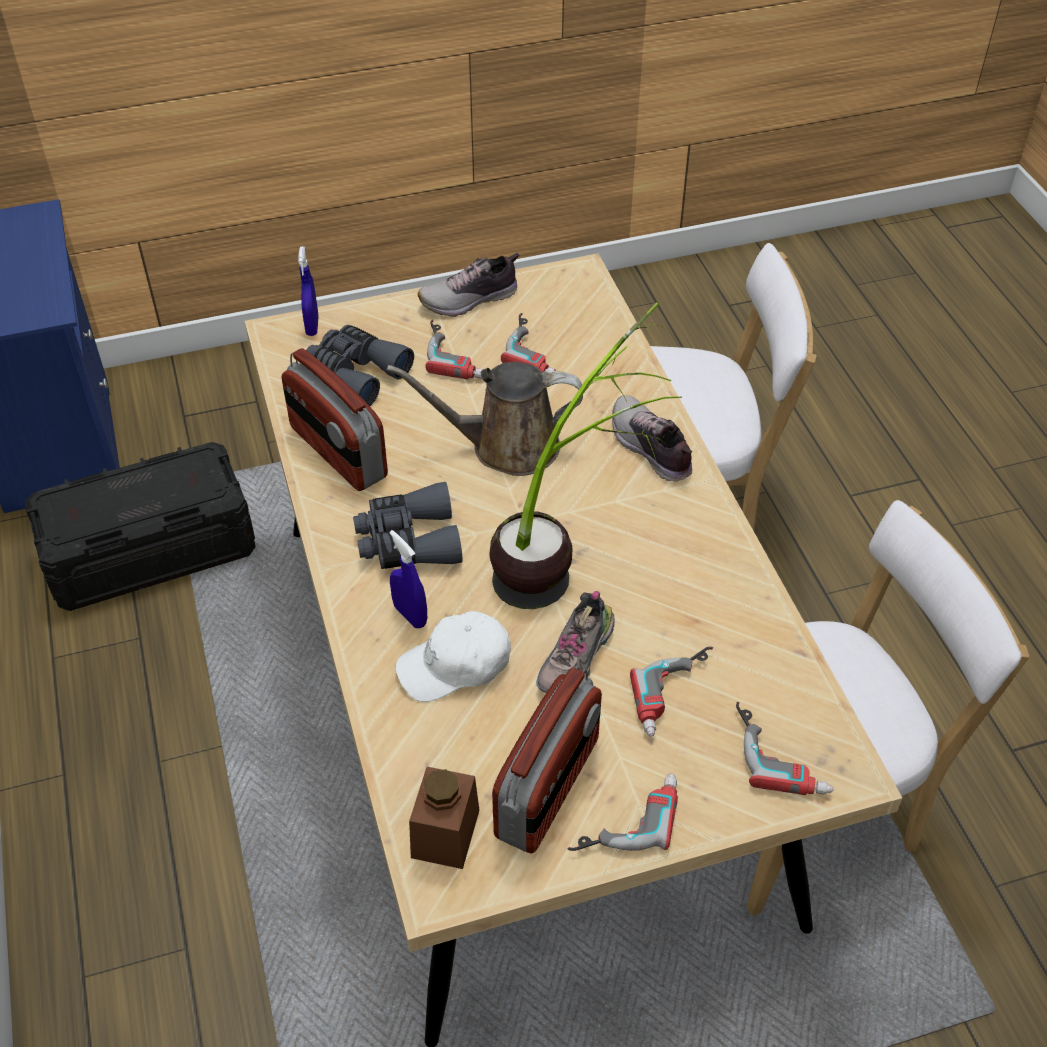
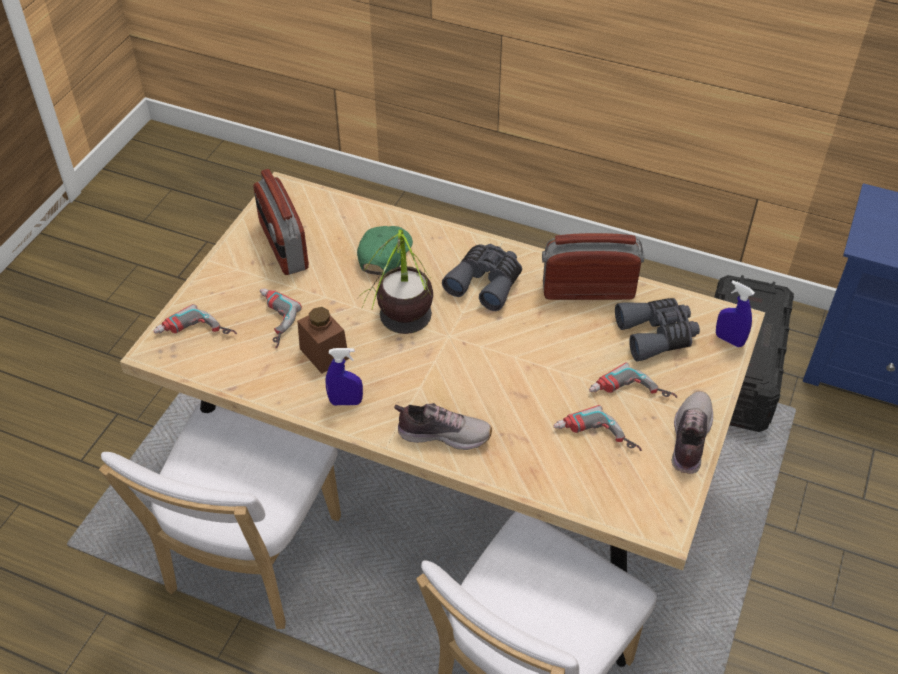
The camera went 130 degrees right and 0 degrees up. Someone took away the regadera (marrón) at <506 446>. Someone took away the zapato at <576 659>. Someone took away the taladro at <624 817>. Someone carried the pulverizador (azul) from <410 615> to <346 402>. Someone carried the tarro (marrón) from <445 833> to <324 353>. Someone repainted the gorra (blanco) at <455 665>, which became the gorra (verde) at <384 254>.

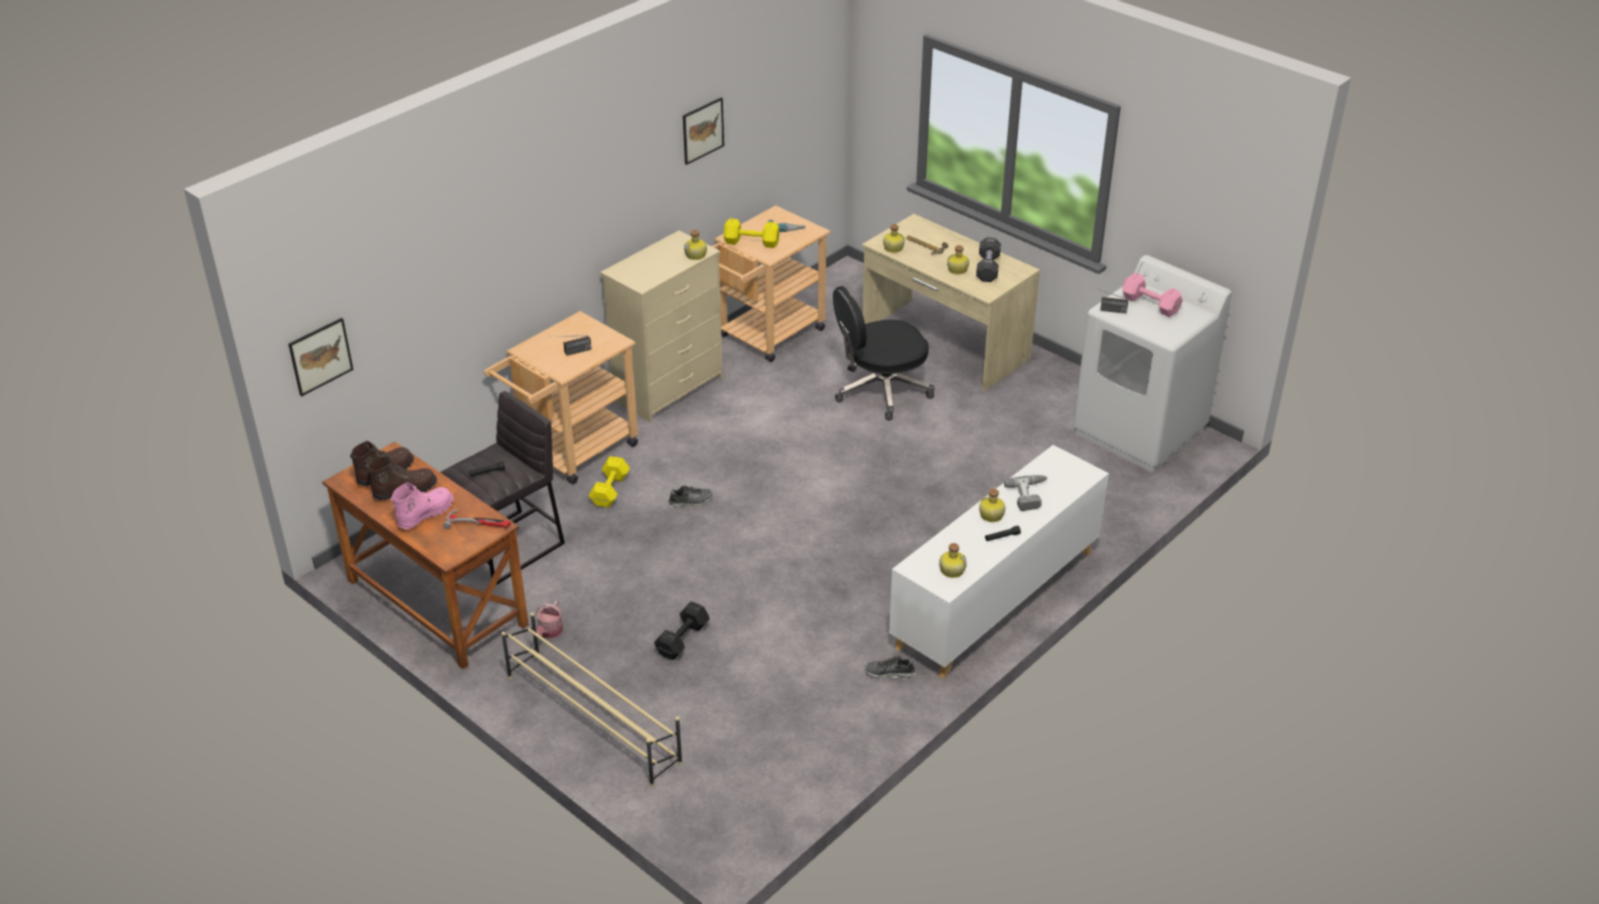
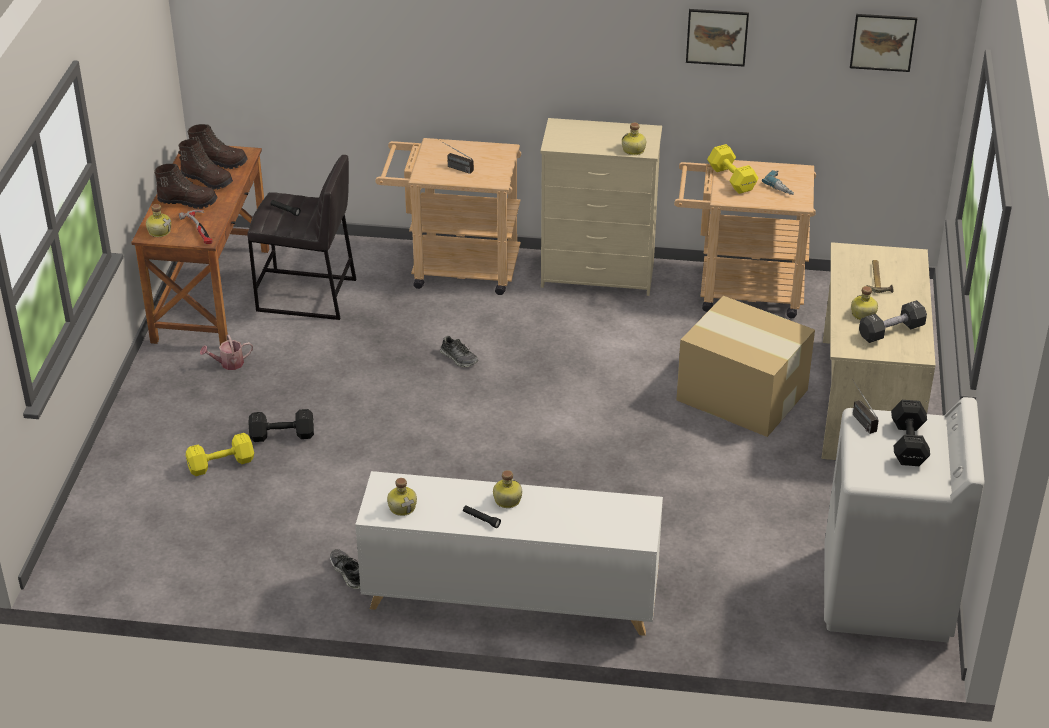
The camera went 55 degrees right and 0 degrees up. Someone took away the zapatero (beis) at <592 718>. Someone took away the taladro at <1030 495>. Someone carried the cuadro from <320 356> to <883 42>. Someone carried the mancuerna (amarillo) from <609 491> to <219 464>. Someone carried the botella from <892 248> to <159 231>. Someone swapped the silla de oficina (negro) at <880 391> for the caja de cartón at <741 394>. Someone repainted the bota (rosa) at <425 514>, which became the bota (marrón) at <188 201>. Someone repainted the mancuerna (rosa) at <1151 305>, which became the mancuerna (negro) at <907 445>.

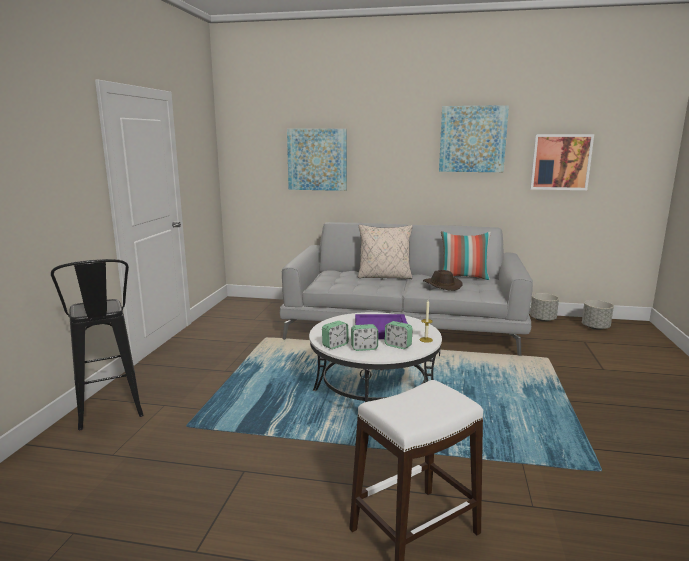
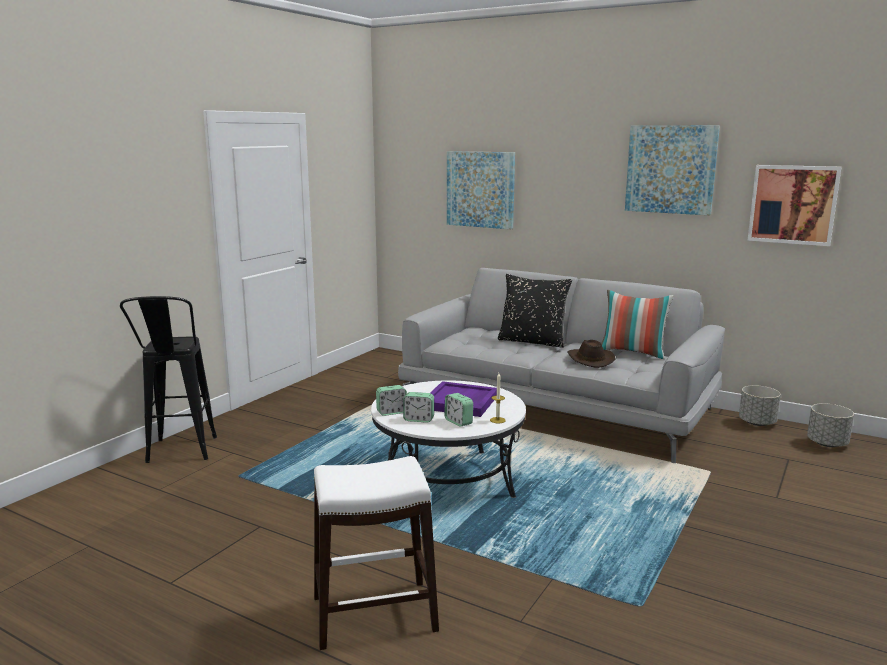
The camera went 20 degrees right and 0 degrees up. Someone repainted the cojín (beis) at <384 277>, which became the cojín (negro) at <532 341>.

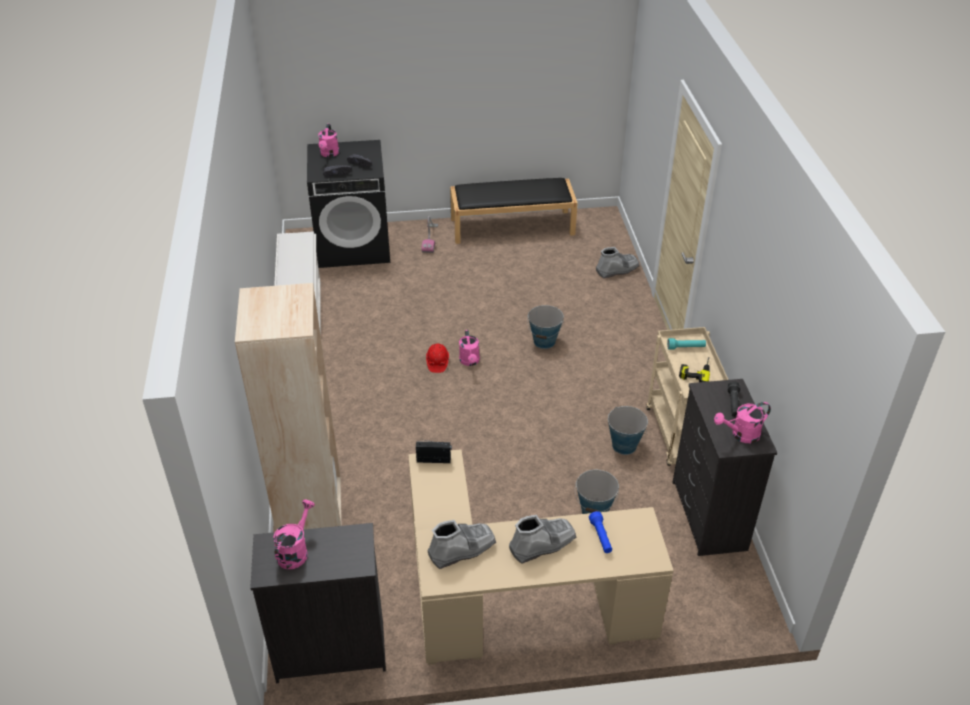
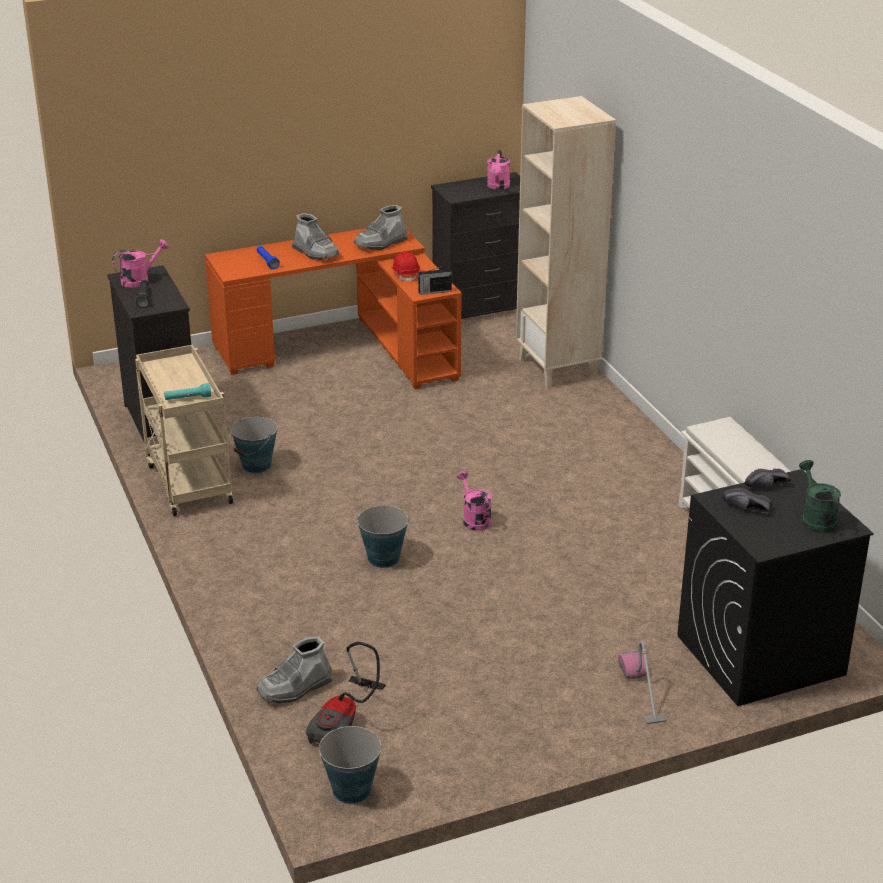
The camera went 165 degrees right and 10 degrees down. Someone took away the banco (negro) at <513 226>. Someone took away the taladro at <695 371>. Someone put down the aspiradora at <346 722>. Someone carried the casco (rojo) from <437 362> to <405 274>. Someone carried the cubo from <594 511> to <351 790>. Someone repainted the regadera (rosa) at <329 154>, which became the regadera (verde) at <815 518>. Someone repainted the escritorio (beis) at <510 603>, which became the escritorio (naranja) at <346 348>. Someone rotated the bota (gris) at <542 544> by 90 degrees counterclockwise.

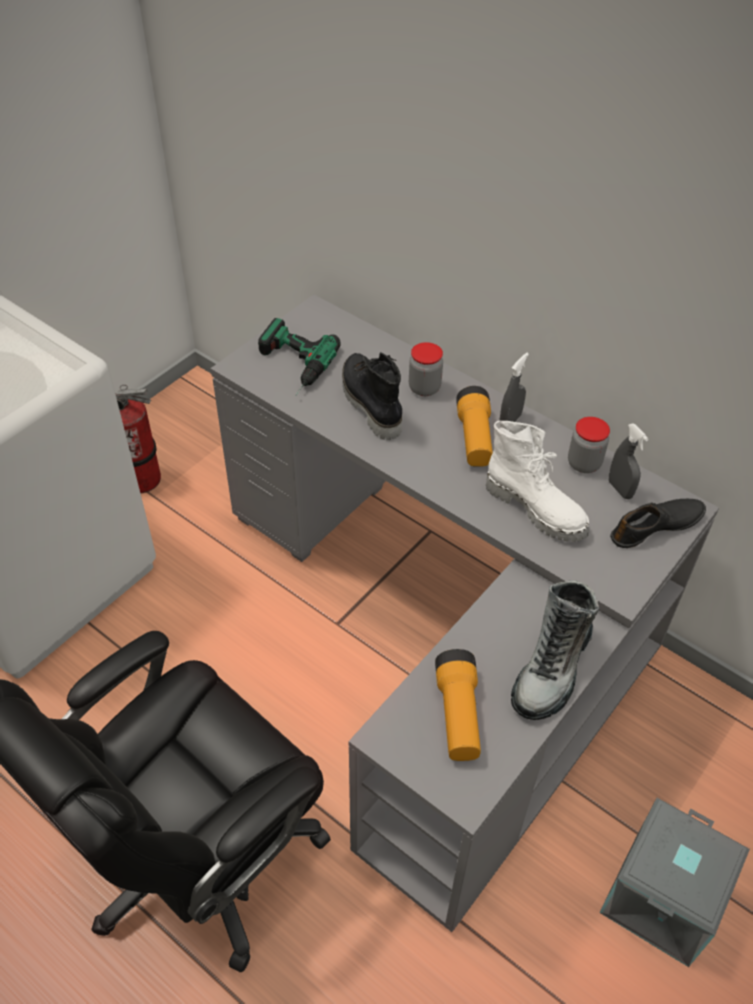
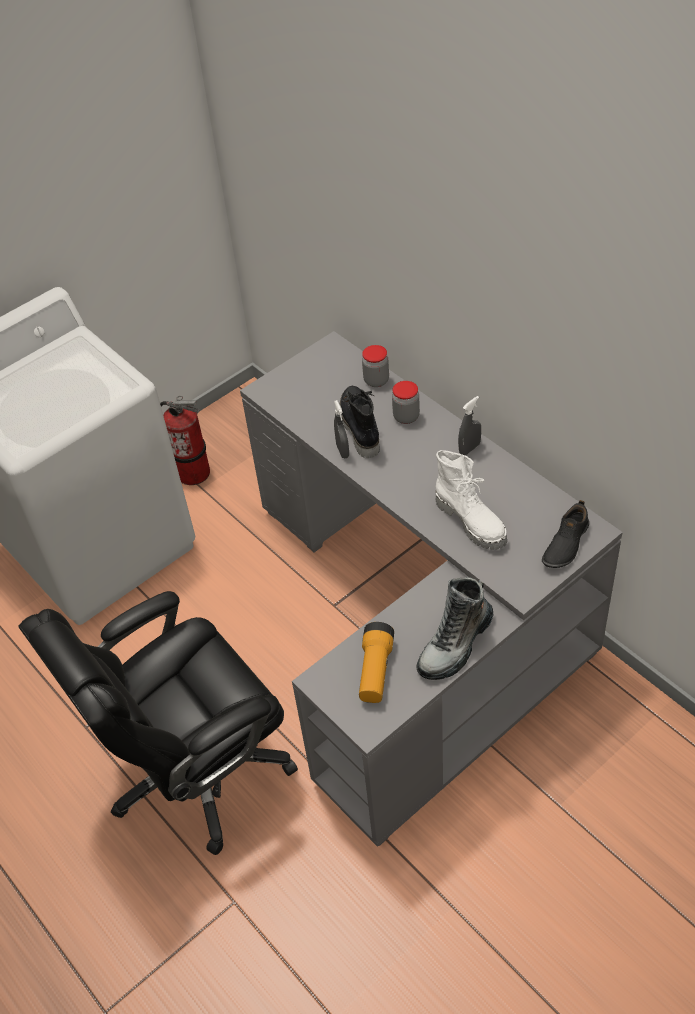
The camera went 15 degrees right and 0 degrees up. Someone took away the taladro at <290 366>. Someone took away the linterna at <474 438>. Someone took away the caja de almacenaje (gris) at <663 900>. Someone carried the tarro from <584 463> to <376 380>. Someone carried the pulverizador (gris) from <620 489> to <342 451>. Someone rotated the zapato (negro) at <656 527> by 135 degrees clockwise.

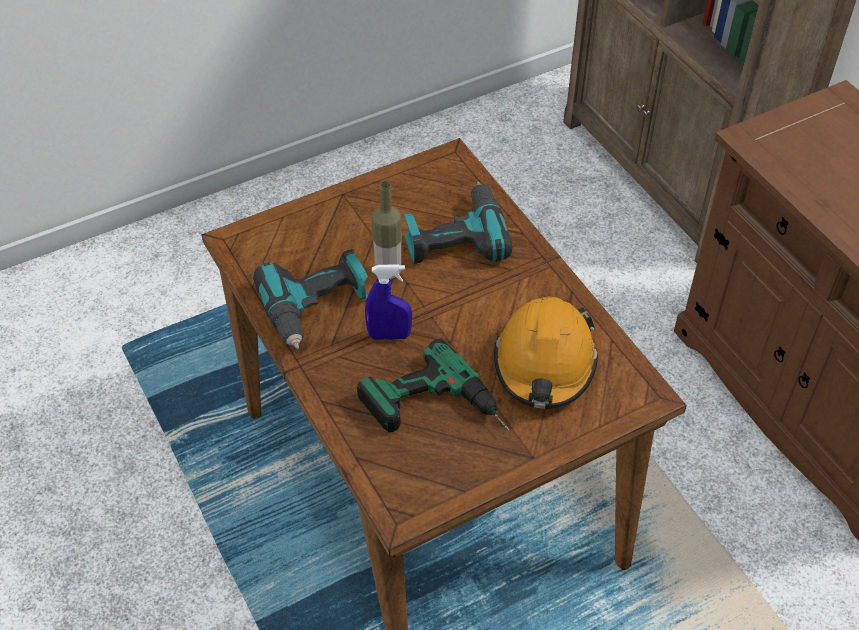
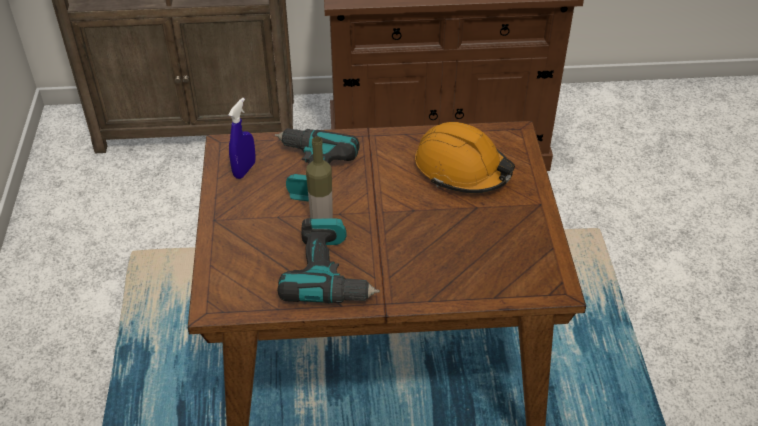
The camera went 65 degrees left and 5 degrees down. Someone took away the taladro at <437 413>. Someone carried the pulverizador (azul) from <389 335> to <244 170>.

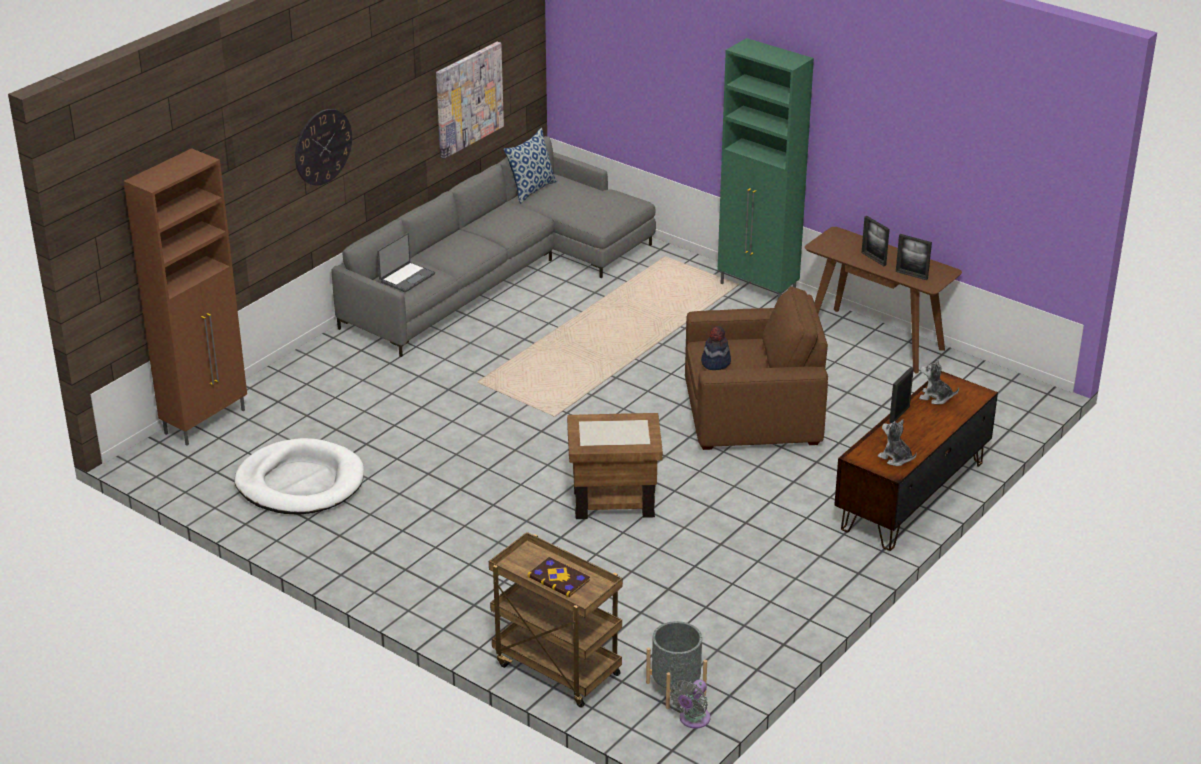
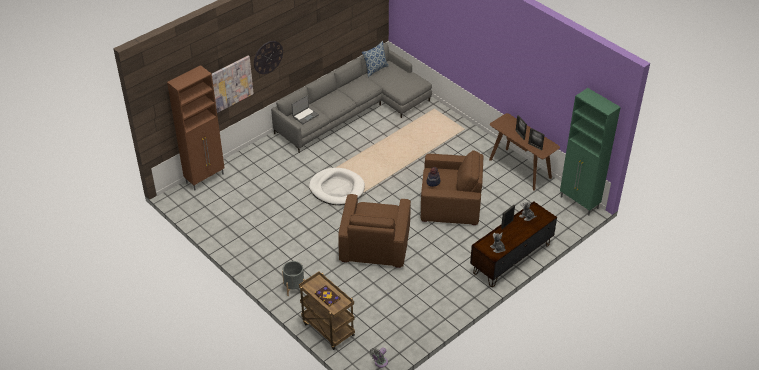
The camera went 10 degrees right and 10 degrees up. Someone carried the cama para perro (blanco) from <300 483> to <337 188>. Someone carried the cuadro from <468 99> to <231 83>. Someone carried the maceta (gris) from <675 688> to <294 287>. Someone carried the armario (verde) from <758 289> to <579 203>. Someone swapped the mesa auxiliar (marrón) at <613 501> for the sillón (marrón) at <375 244>.

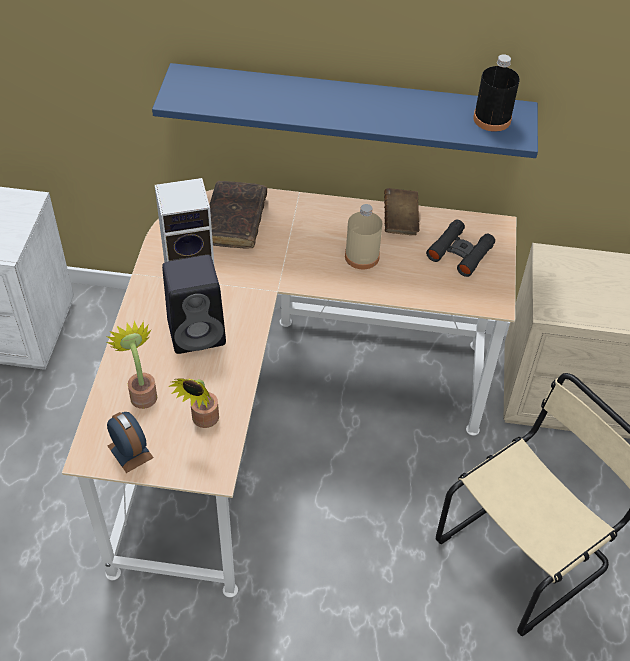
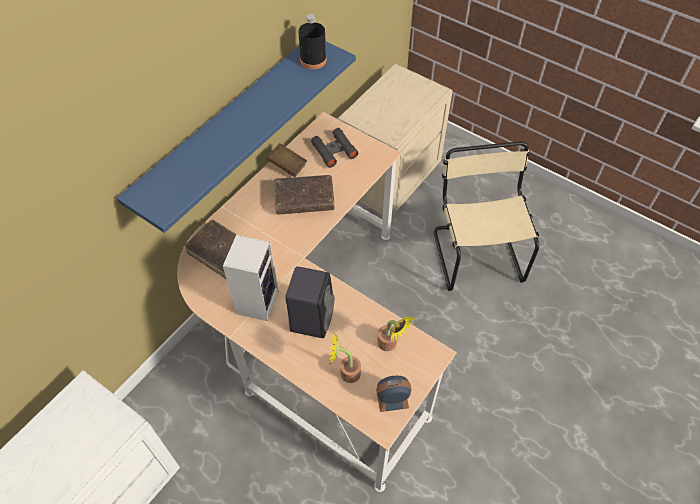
The camera went 60 degrees left and 5 degrees up. Someone swapped the botella (beis) at <362 256> for the libro (marrón) at <304 199>.

